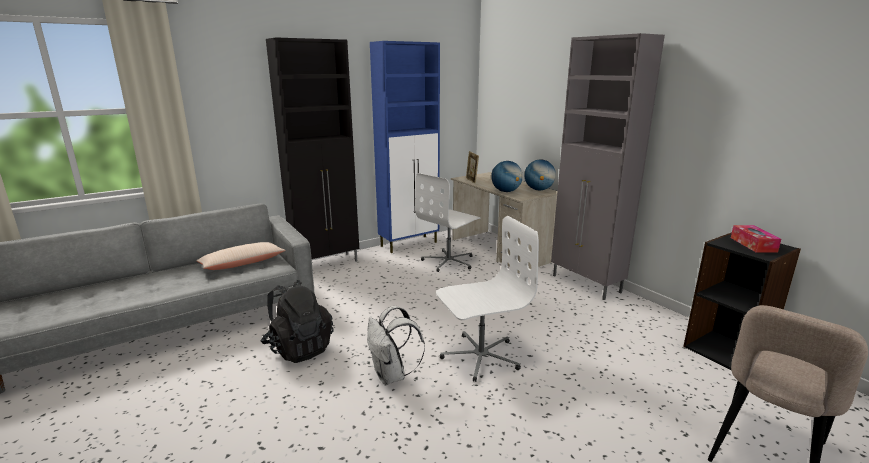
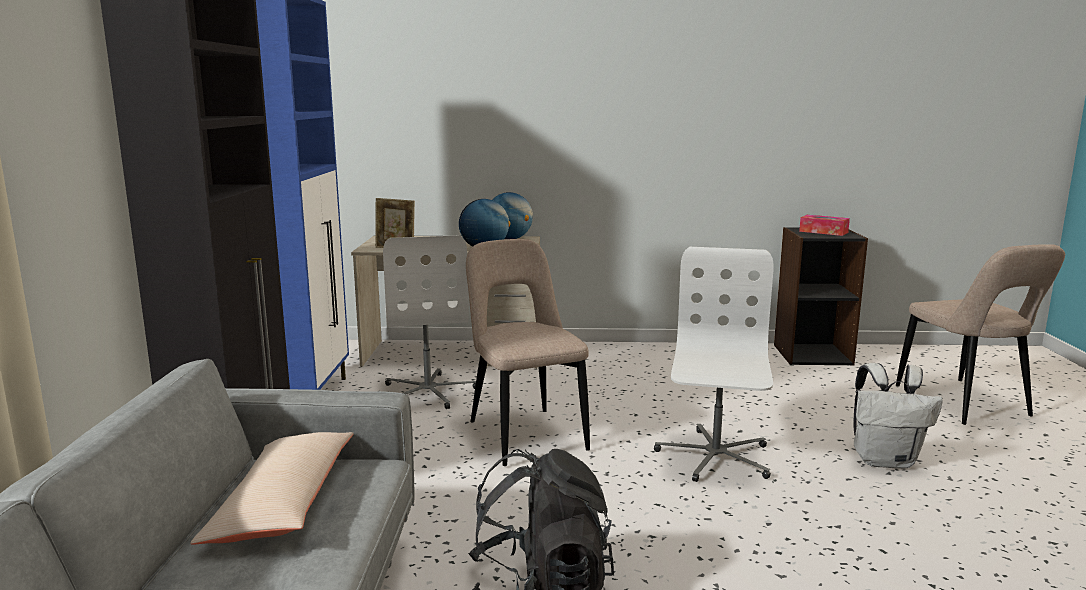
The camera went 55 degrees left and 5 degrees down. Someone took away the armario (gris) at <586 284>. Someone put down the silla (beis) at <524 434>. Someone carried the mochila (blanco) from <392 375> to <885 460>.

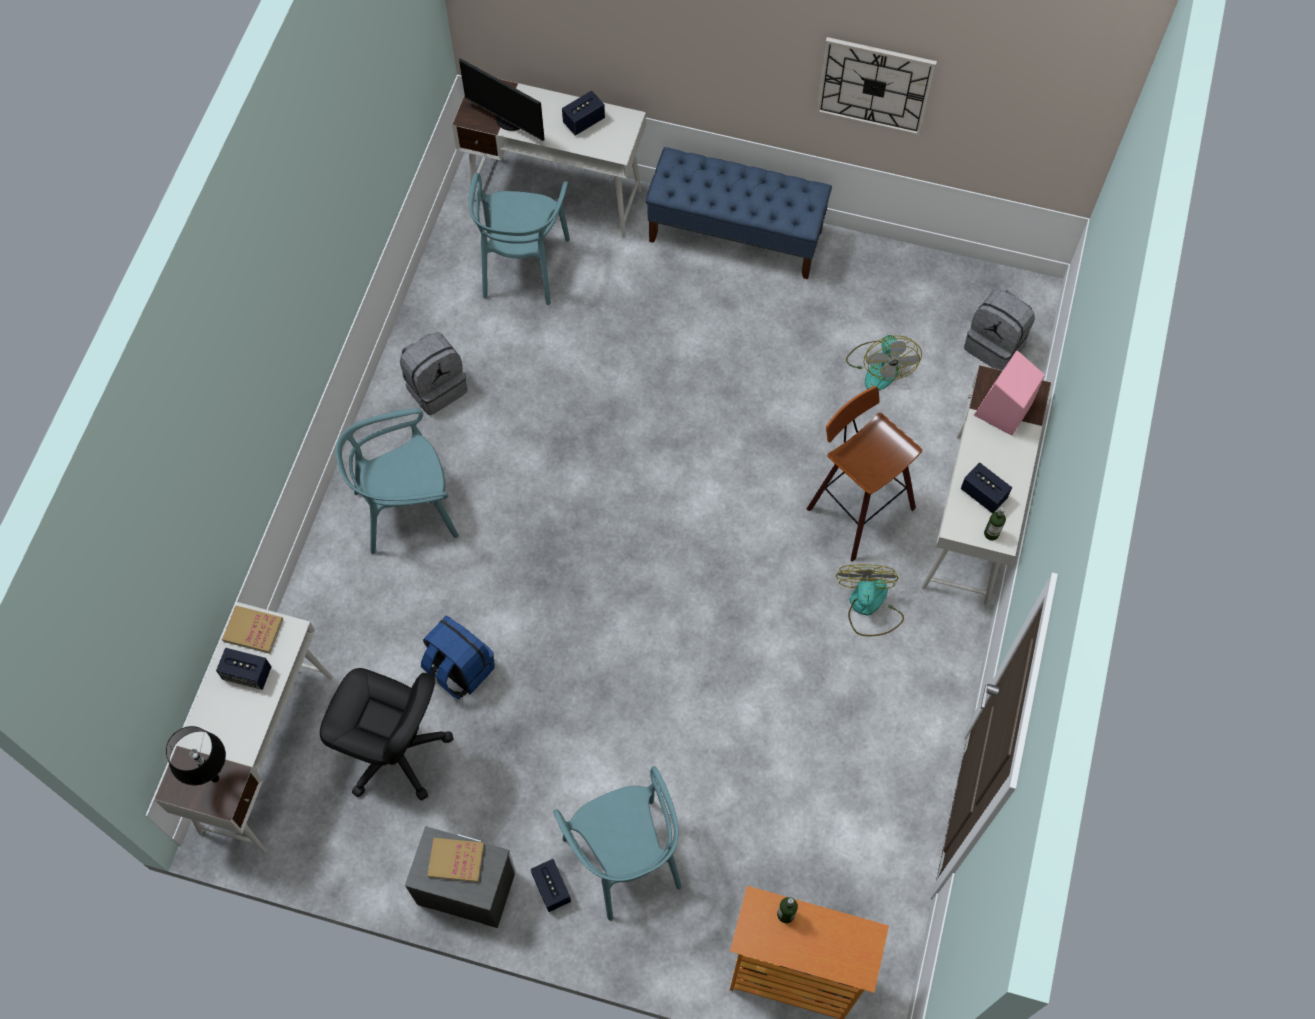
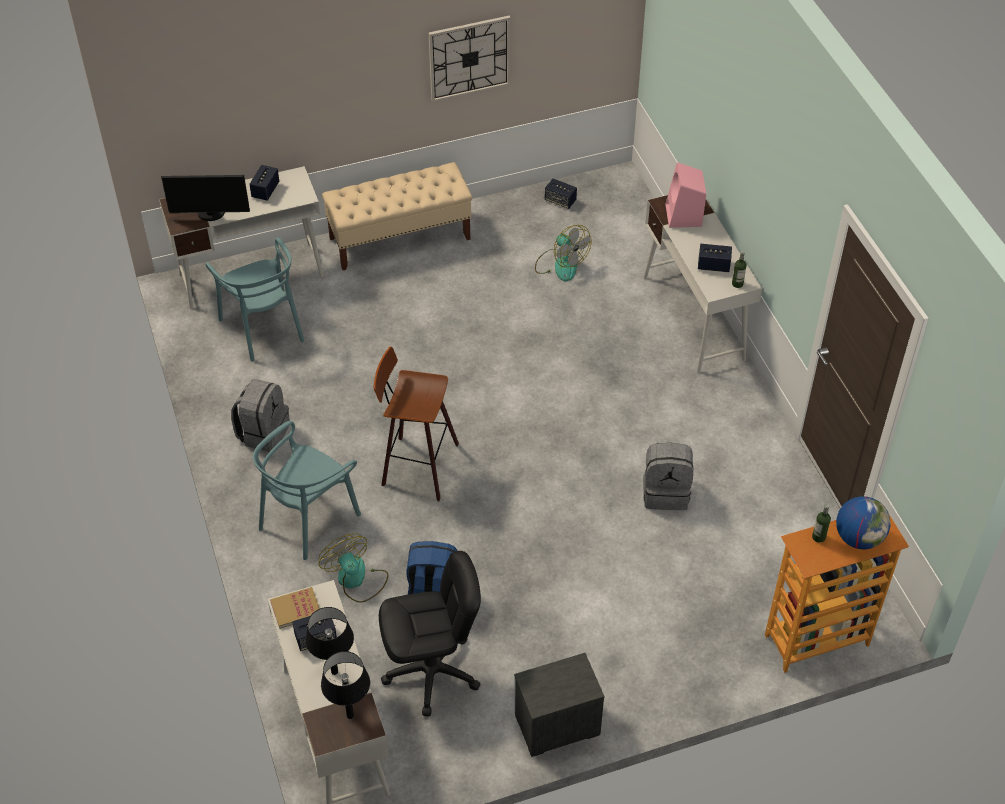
The camera went 35 degrees left and 15 degrees down. Someone took away the libro at <456 860>. Someone took away the silla (turquesa) at <625 858>. Someone put down the lámpara de mesa (negro) at <334 671>. Someone put down the globo terráqueo at <858 538>. Someone carried the altavoz from <551 888> to <560 201>. Someone carried the taburete from <856 508> to <417 466>. Someone carried the ventilador from <868 607> to <356 579>. Someone carried the mochila (gris) from <995 345> to <666 492>. Someone repainted the banco (azul) at <736 236>, which became the banco (beis) at <400 238>.

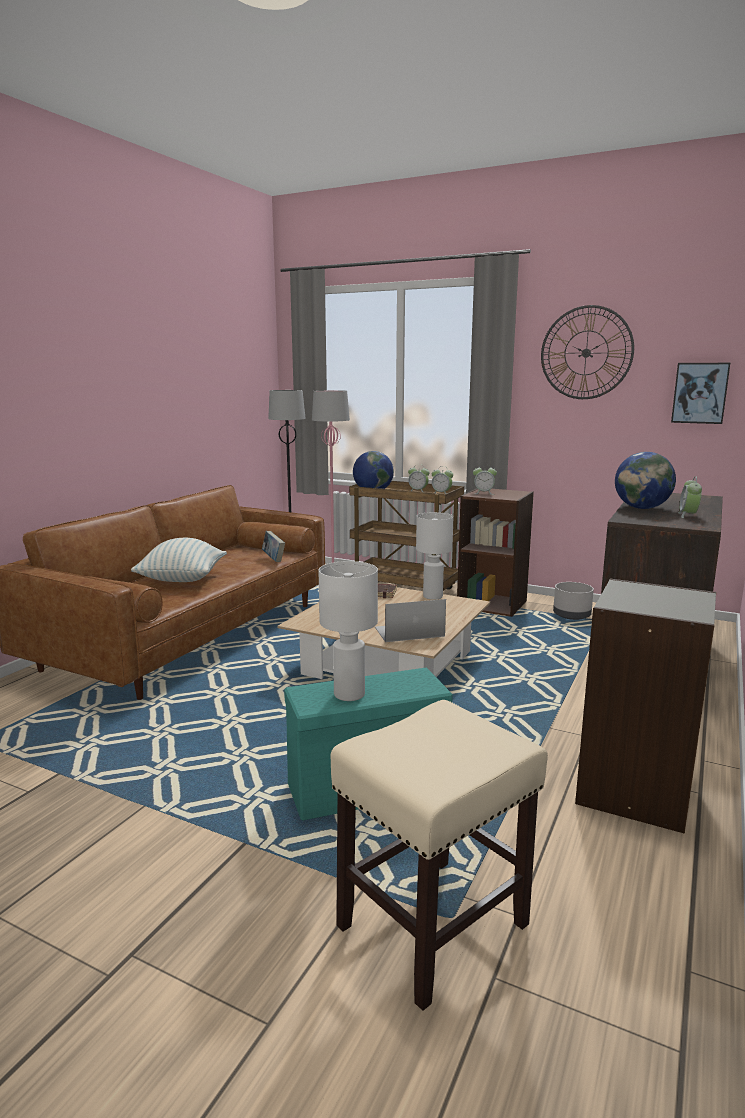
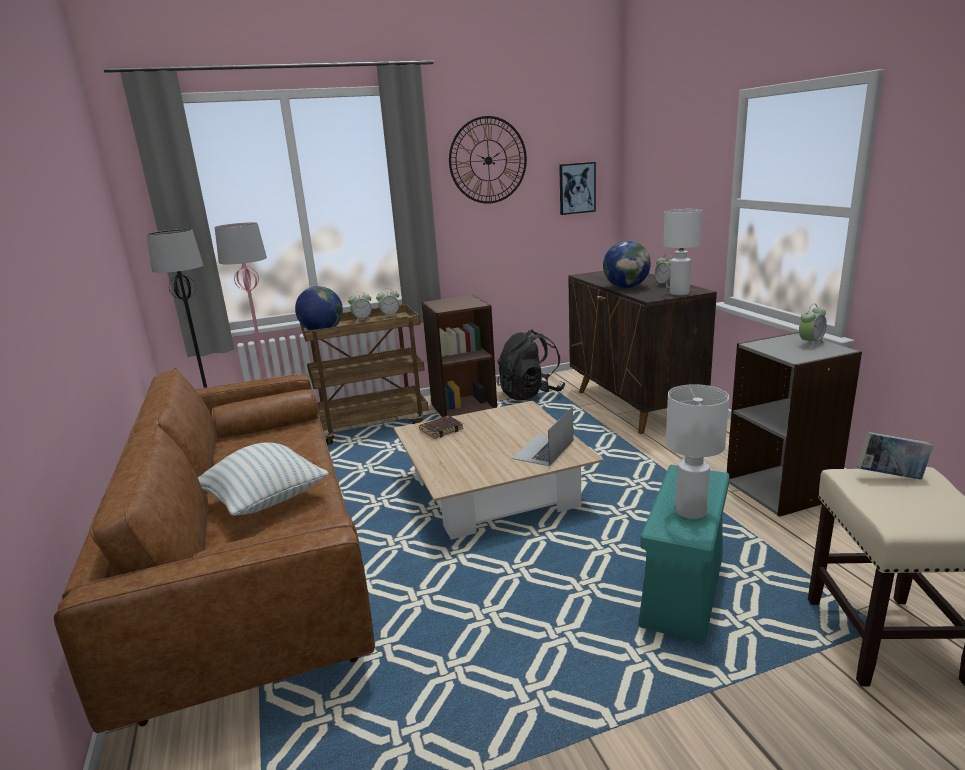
The camera went 45 degrees left and 5 degrees up. Someone carried the libro from <273 559> to <890 476>. Someone carried the lámpara de mesa (blanco) from <433 596> to <679 293>. Someone carried the despertador from <483 493> to <810 343>. Someone swapped the maceta (gris) at <572 615> for the mochila (negro) at <530 394>.

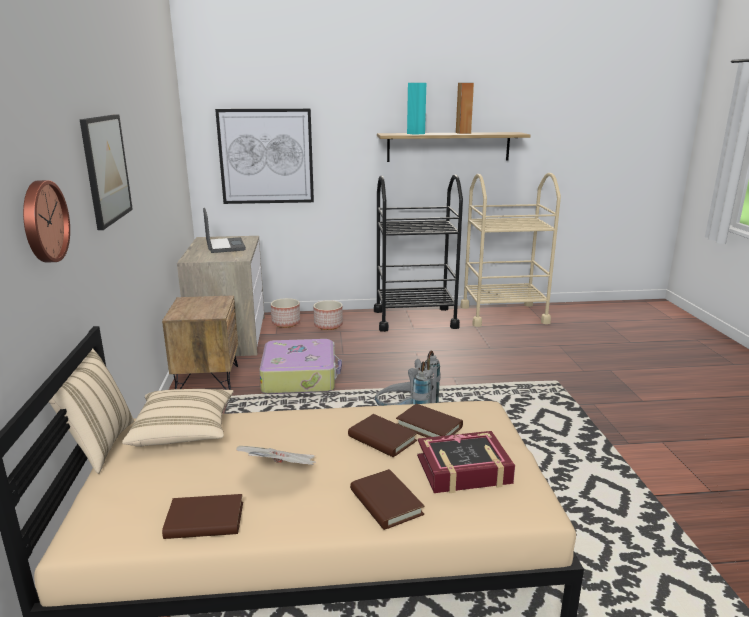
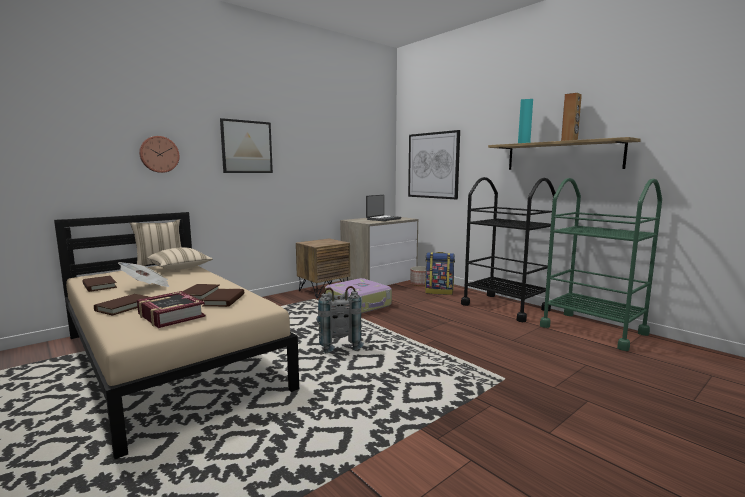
The camera went 55 degrees right and 10 degrees down. Someone swapped the maceta at <328 325> for the mochila at <439 292>. Someone repainted the carrito (beis) at <503 314>, which became the carrito (verde) at <593 330>.

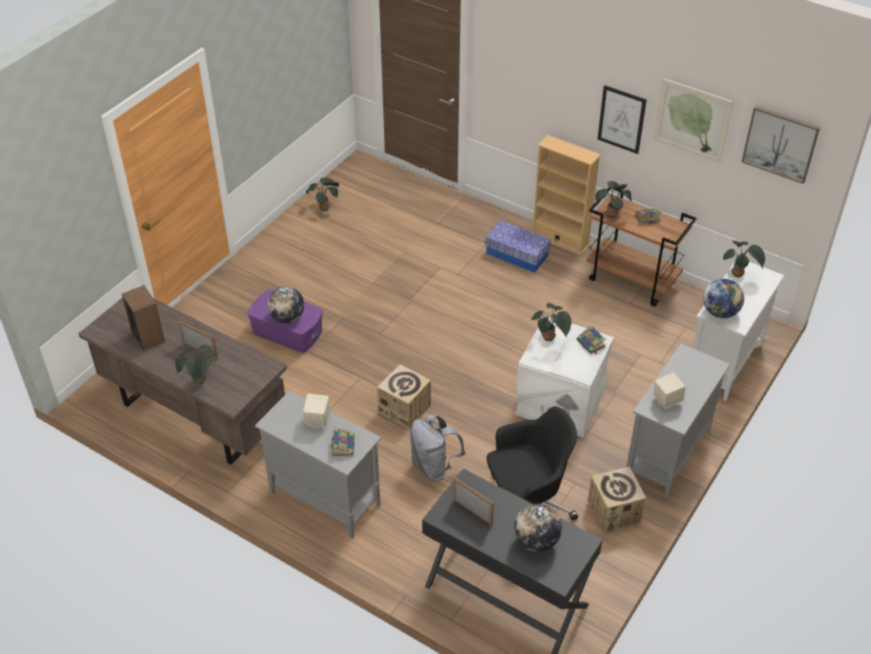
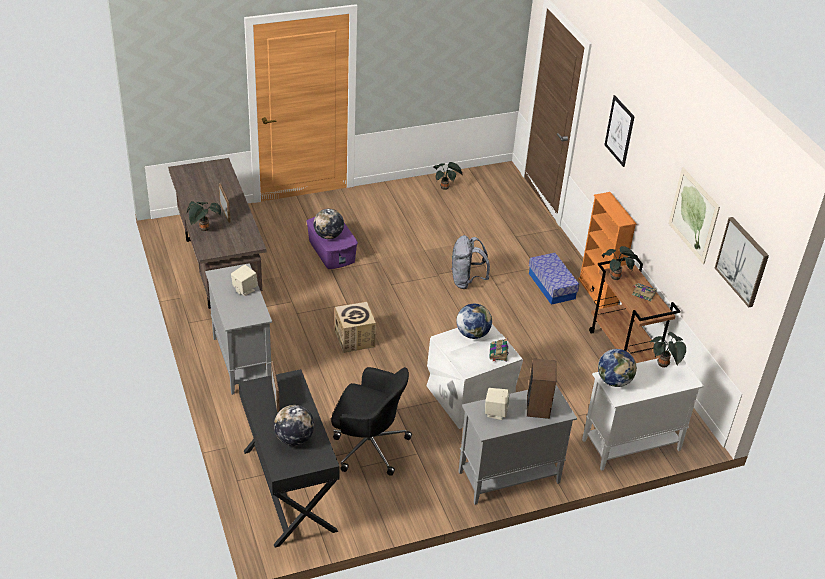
The camera went 35 degrees right and 5 degrees down. Someone took away the libro at <343 445>. Someone took away the caja de cartón at <614 511>. Someone carried the altavoz from <148 336> to <538 406>. Someone carried the mochila (gris) from <434 467> to <466 281>. Someone carried the cuadro from <621 119> to <619 131>. Someone swapped the planta en maceta at <550 338> for the globo terráqueo at <472 334>. Someone repainted the estantería (beis) at <560 240>, which became the estantería (naranja) at <597 293>.

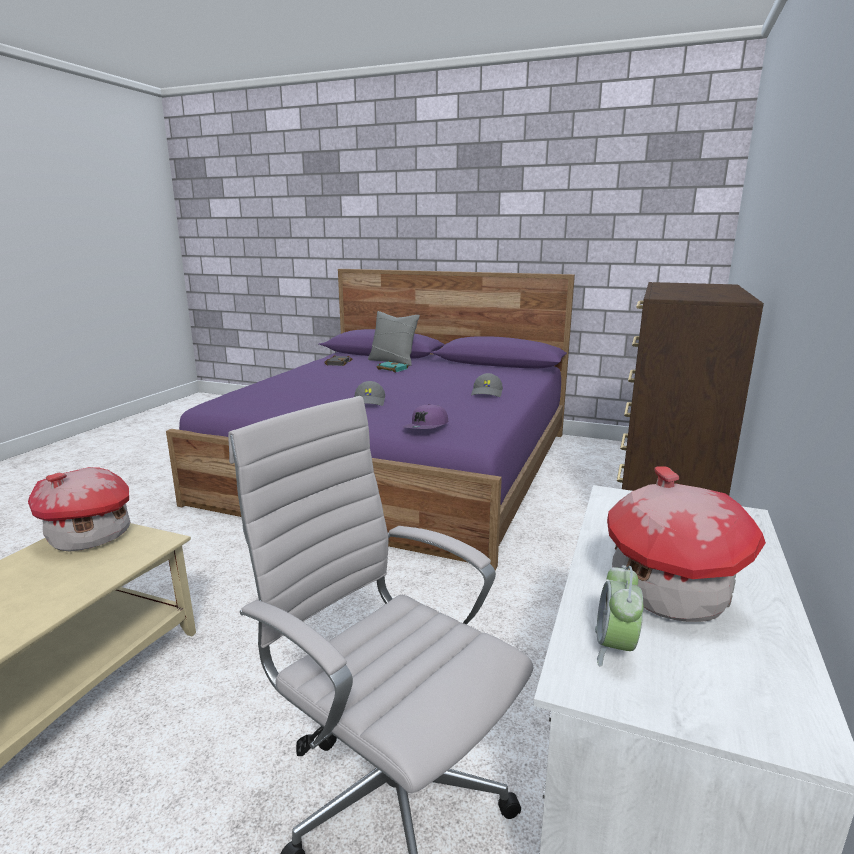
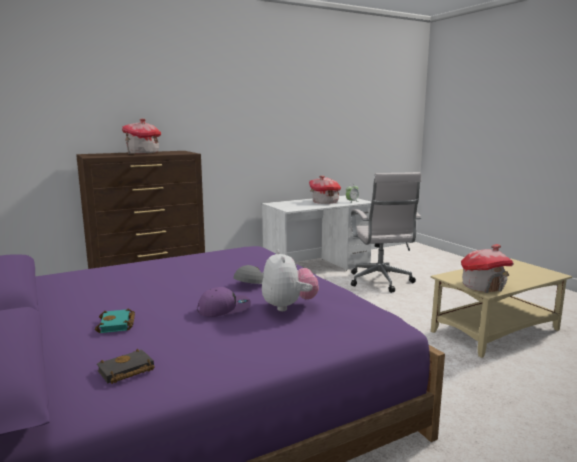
The camera went 140 degrees left and 5 degrees down. Someone took away the cojín (gris) at <393 361>. Someone took away the gorra (gris) at <487 393>. Someone put down the casita at <142 153>. Someone put down the peluche at <288 306>. Someone carried the gorra (morado) from <426 427> to <224 308>.

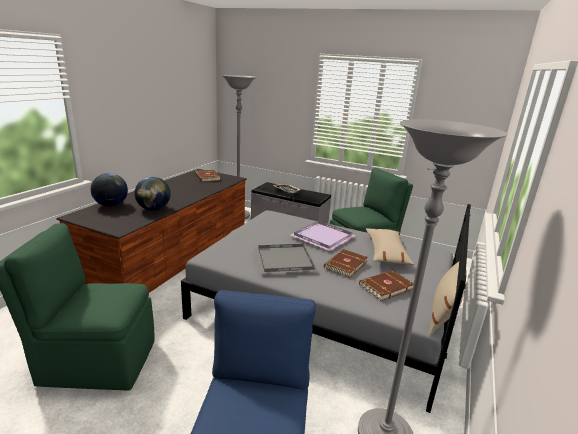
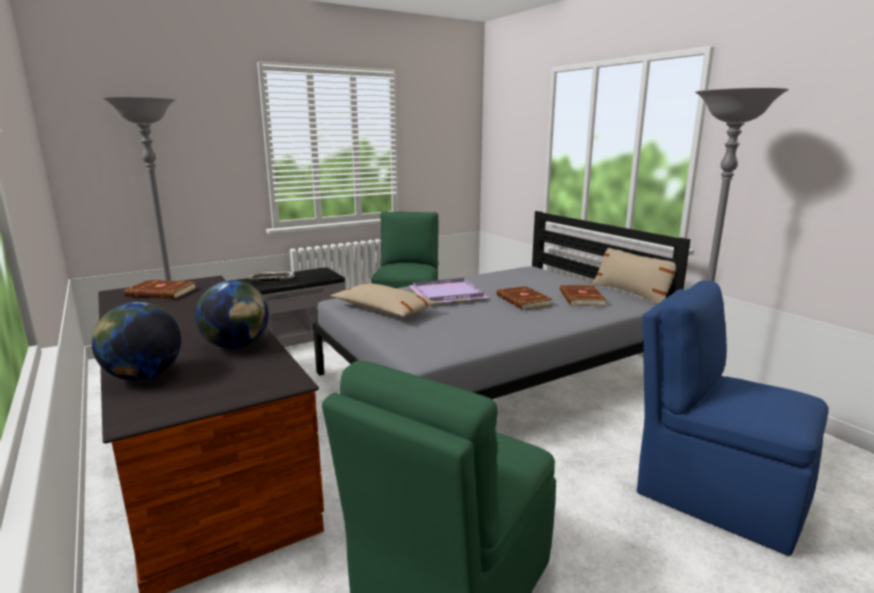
The camera went 55 degrees left and 5 degrees down. Someone took away the bandeja (gris) at <283 260>. Someone carried the cojín (beis) from <386 252> to <383 310>.

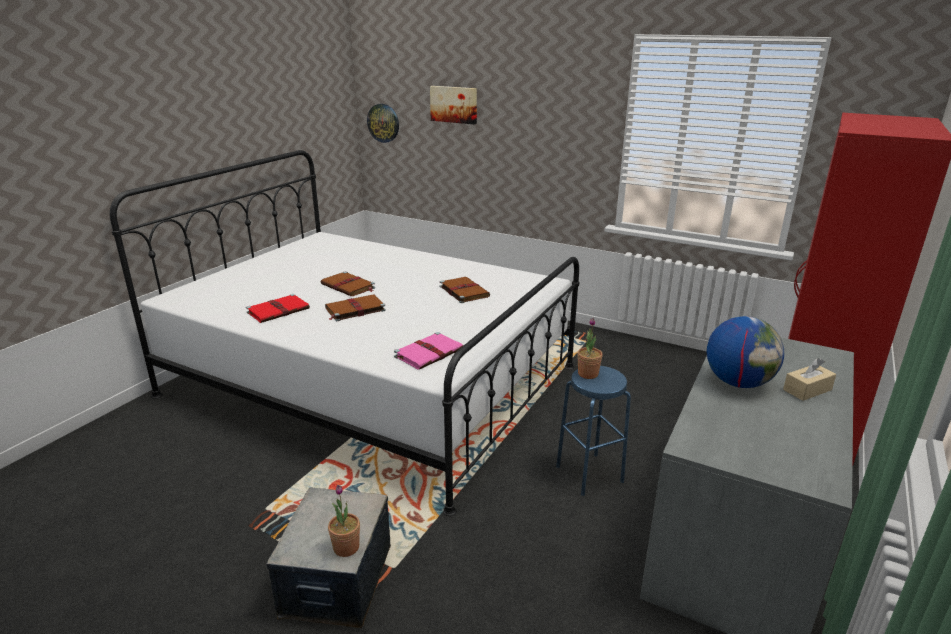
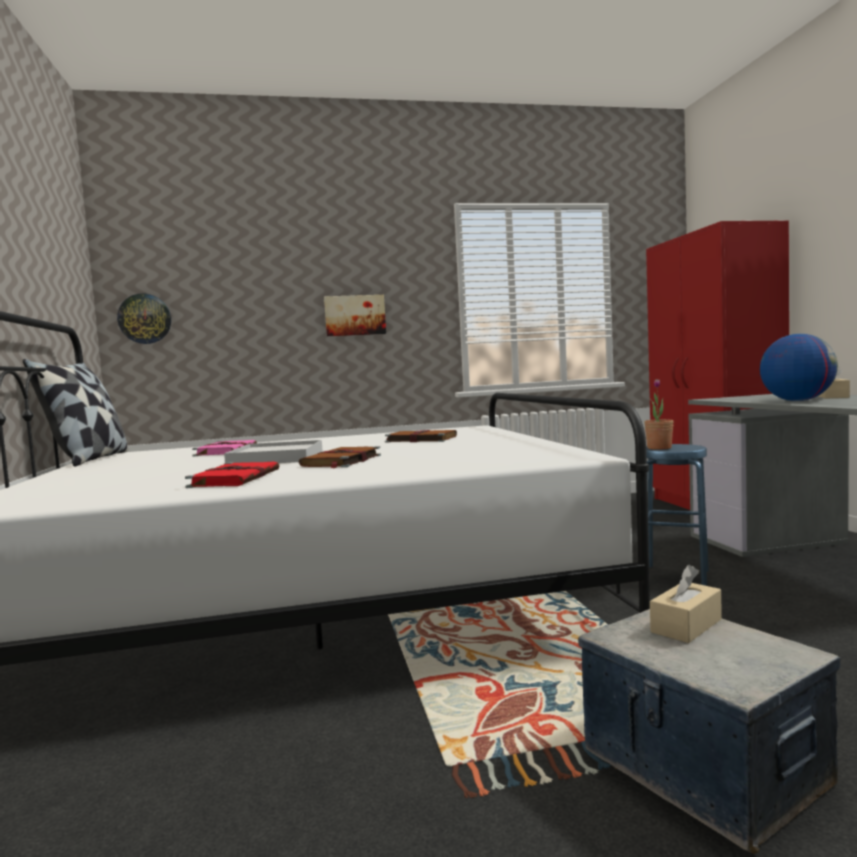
The camera went 40 degrees left and 20 degrees down. Someone took away the planta en maceta at <346 547>. Someone put down the cojín at <89 459>. Someone put down the caja de pañuelos (beis) at <686 626>. Someone carried the libro (rosa) from <430 353> to <226 451>. Someone carried the cuadro from <454 104> to <355 315>. Someone swapped the libro (marrón) at <348 286> for the bandeja (blanco) at <276 458>.

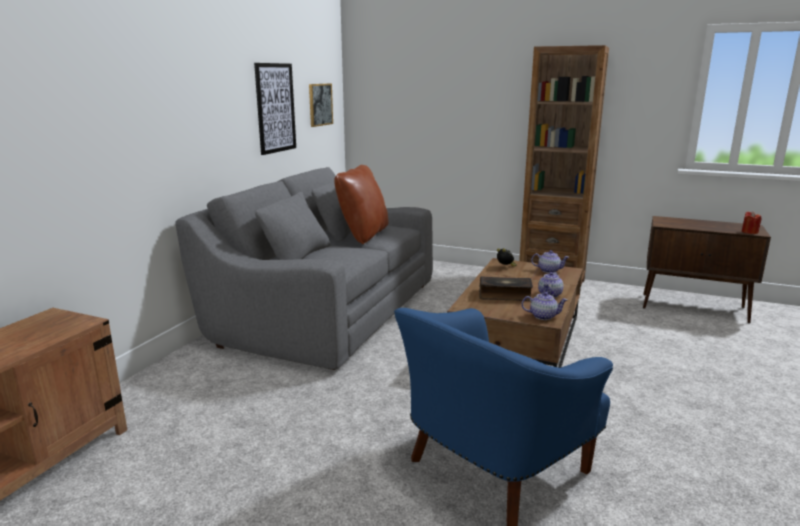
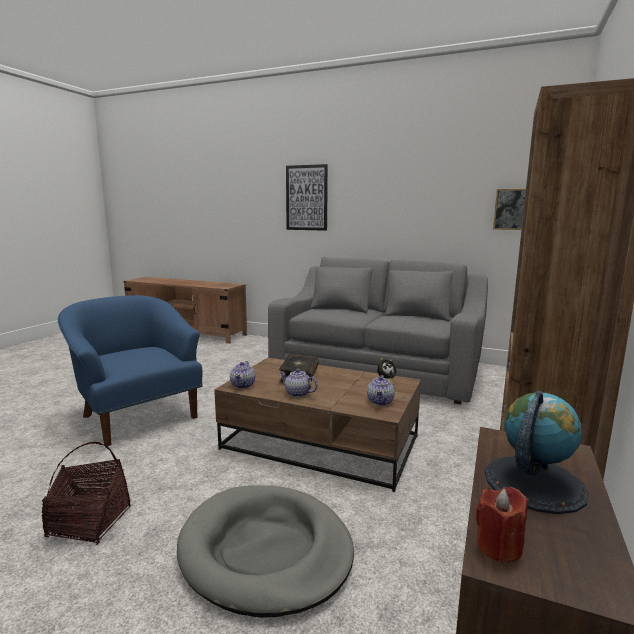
The camera went 90 degrees right and 5 degrees down. Someone took away the cojín (marrón) at <363 235>. Someone put down the cesta at <89 522>. Someone put down the cama para perro (gris) at <265 551>. Someone put down the globo terráqueo at <534 483>. Someone carried the cuadro from <275 108> to <306 198>.

